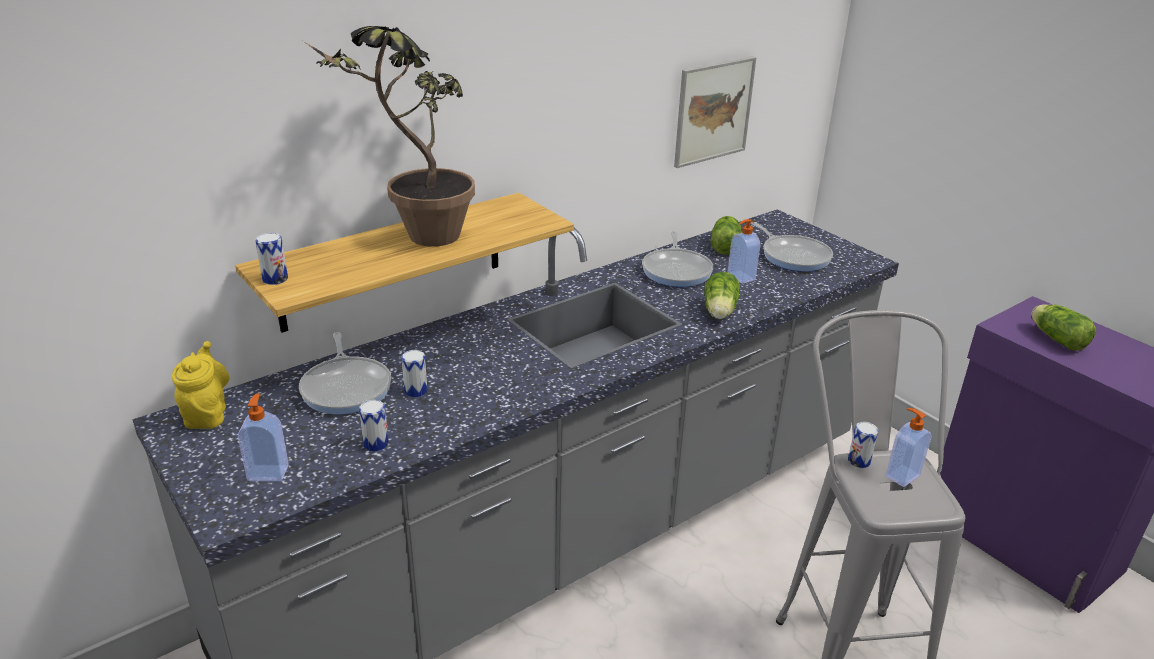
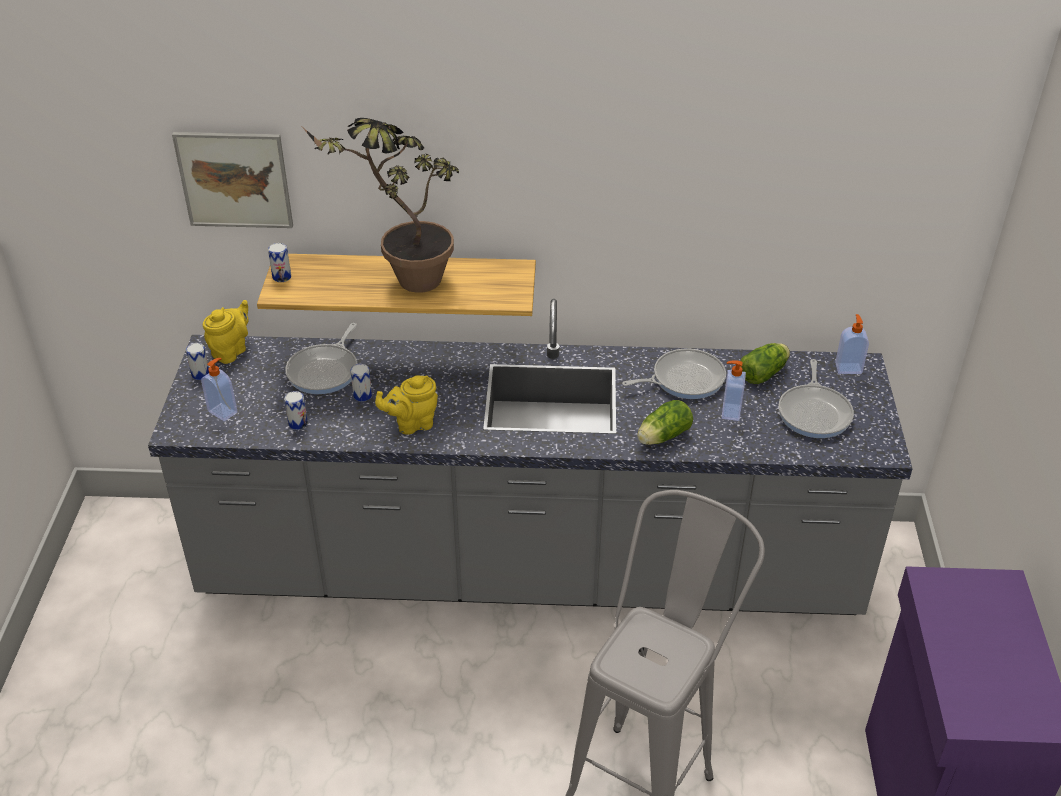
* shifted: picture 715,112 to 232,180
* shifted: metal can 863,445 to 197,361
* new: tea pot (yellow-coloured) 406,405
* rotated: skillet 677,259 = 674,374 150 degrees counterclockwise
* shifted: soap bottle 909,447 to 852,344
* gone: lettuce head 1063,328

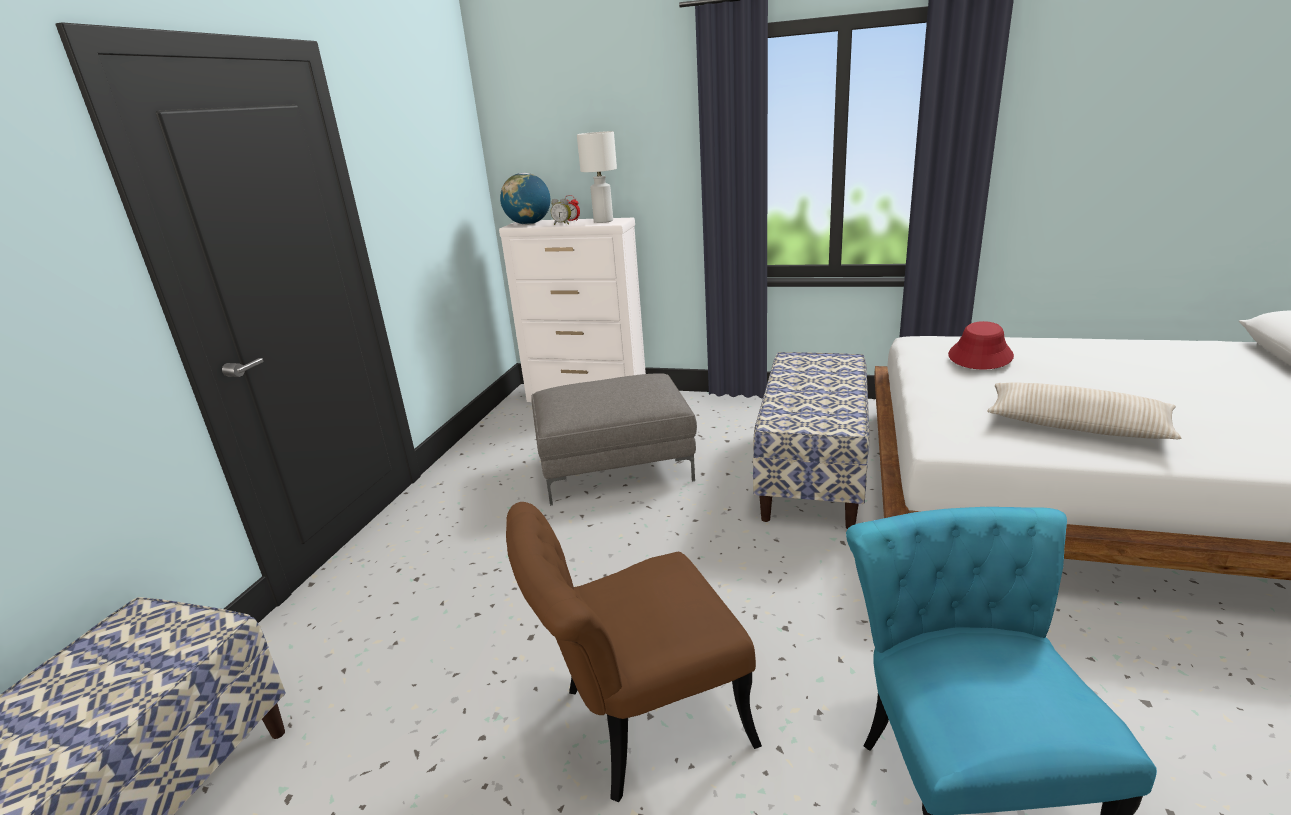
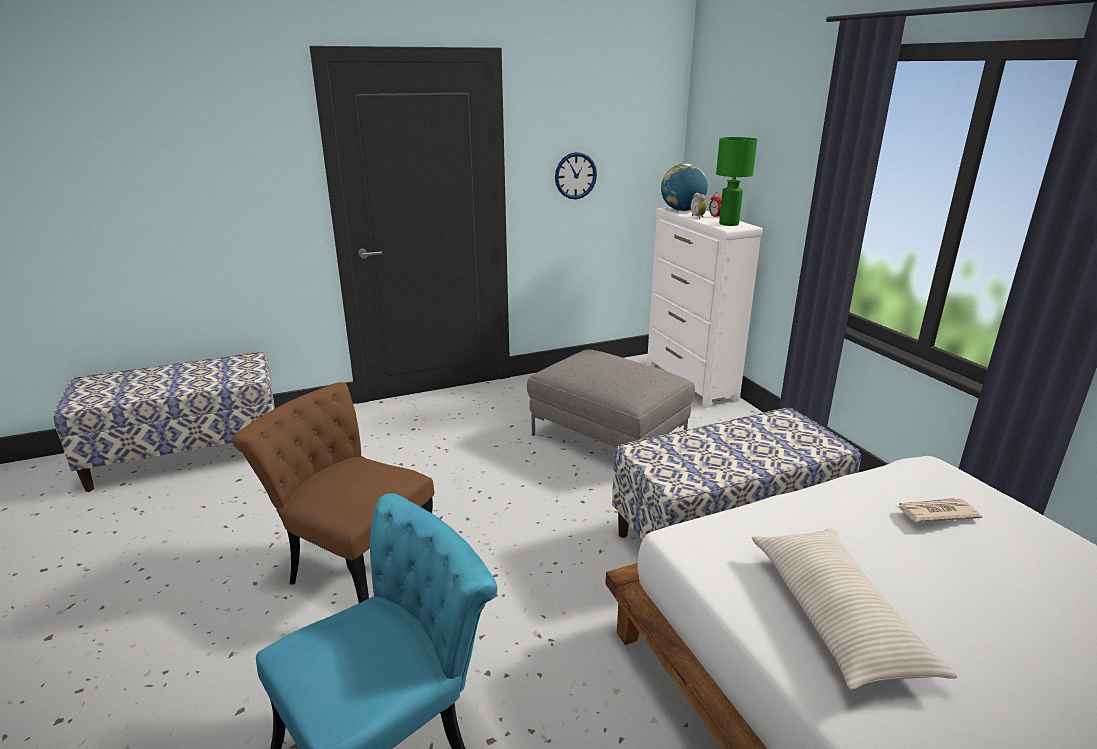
* new: wall clock 576,175
* repainted: lamp for a table (whitish) 597,177 to lamp for a table (green) 736,181
* swapped: wearable hat (reddish) 981,345 to newspaper 938,510

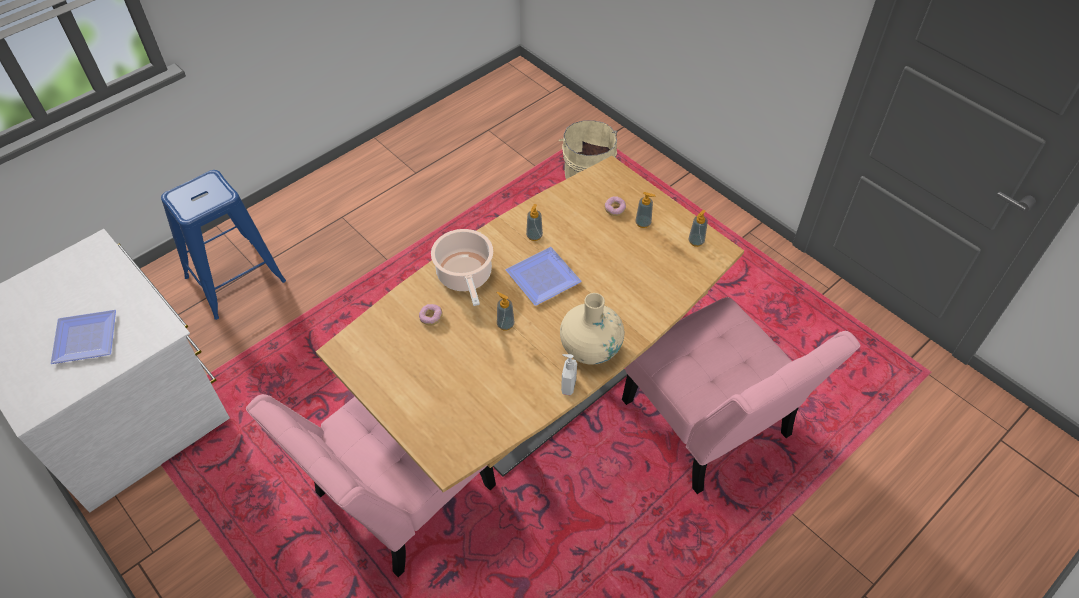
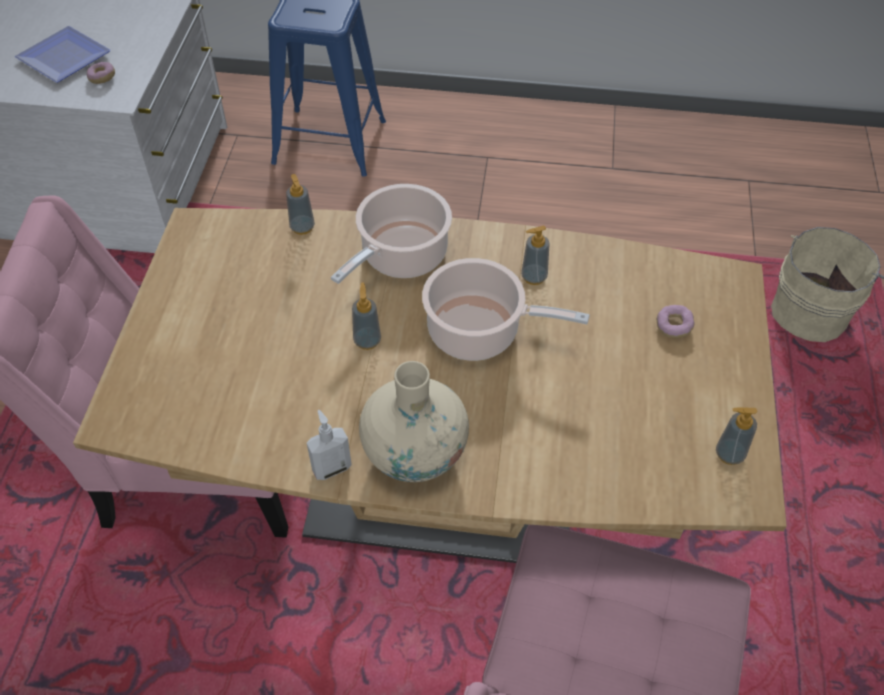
* shifted: donut 431,315 to 101,73
* shifted: soap bottle 645,210 to 300,204
* swapped: dinner plate 544,276 to saucepot 506,309

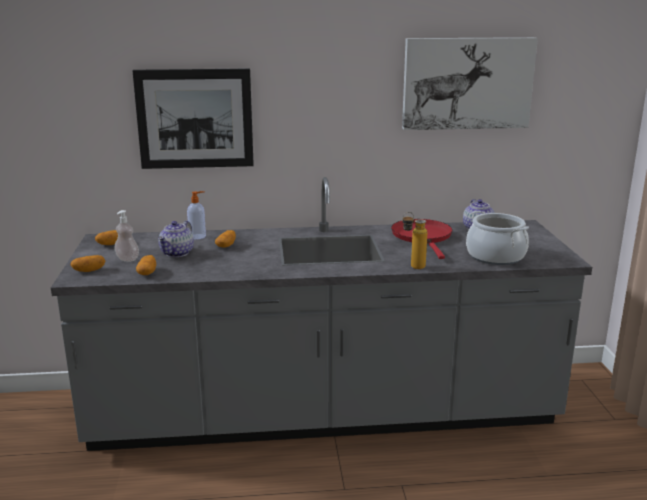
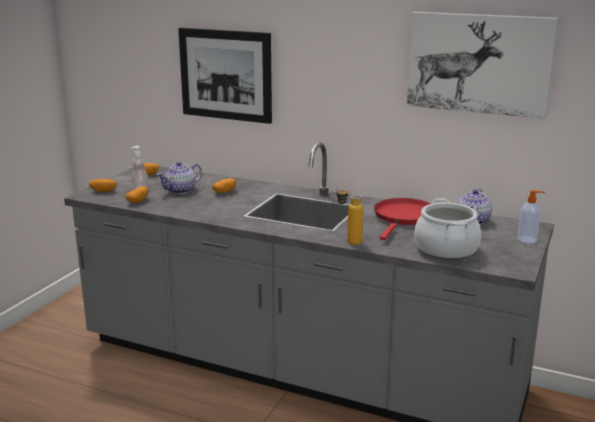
* shifted: soap bottle 196,215 to 531,216

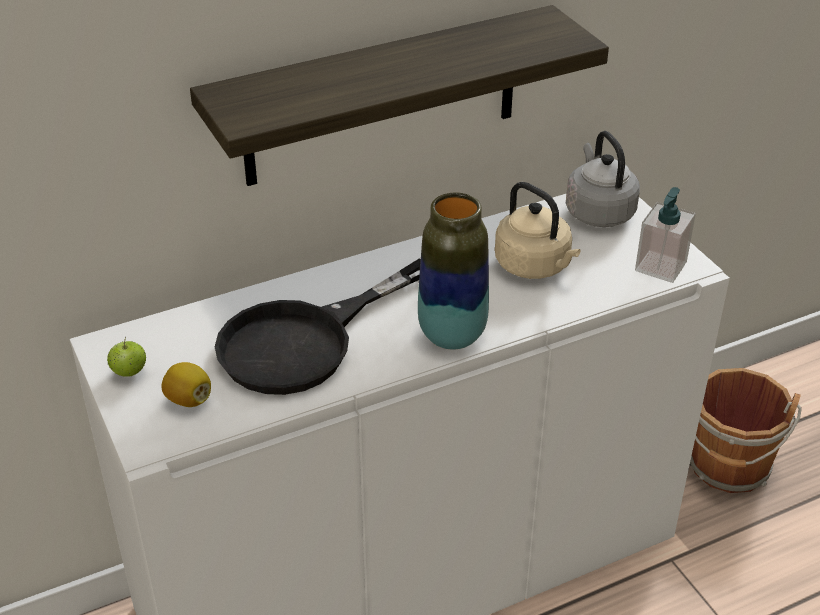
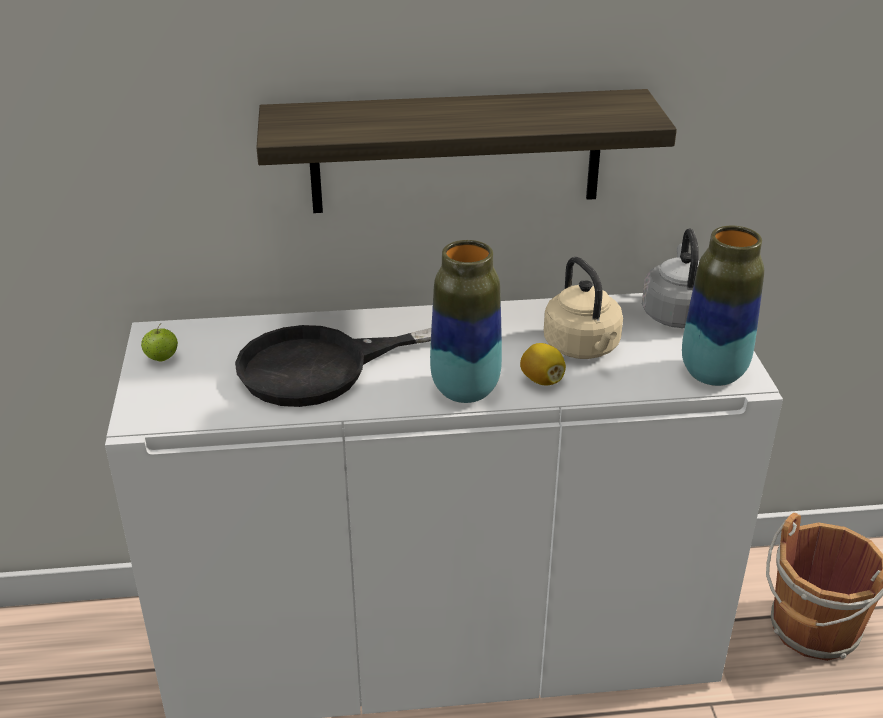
* shifted: lemon 186,384 to 543,364
* swapped: soap bottle 665,235 to vase 723,306

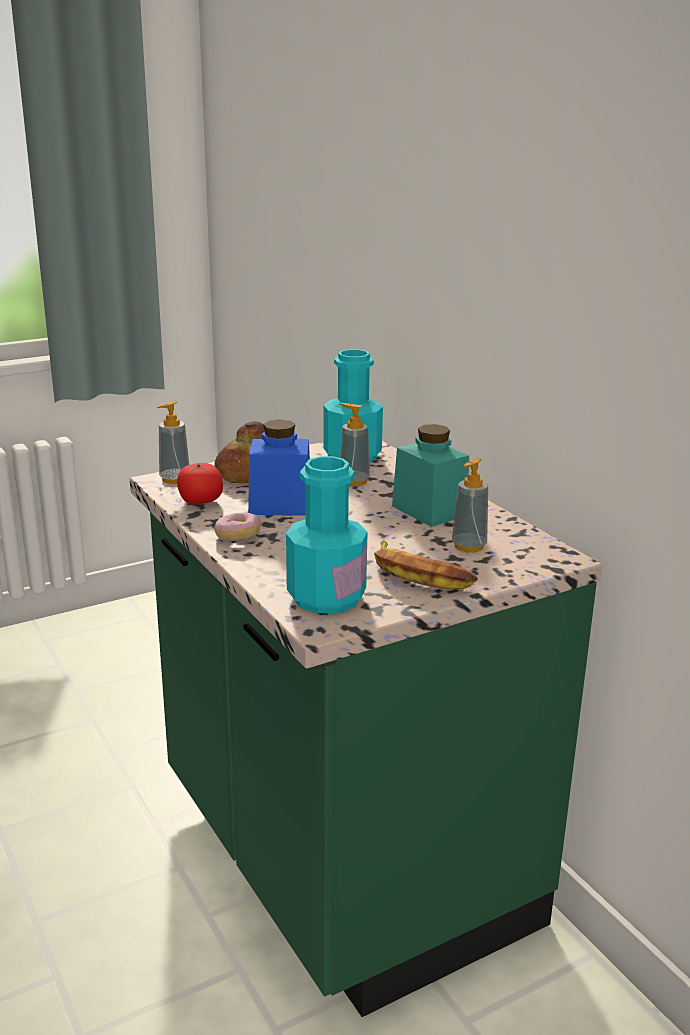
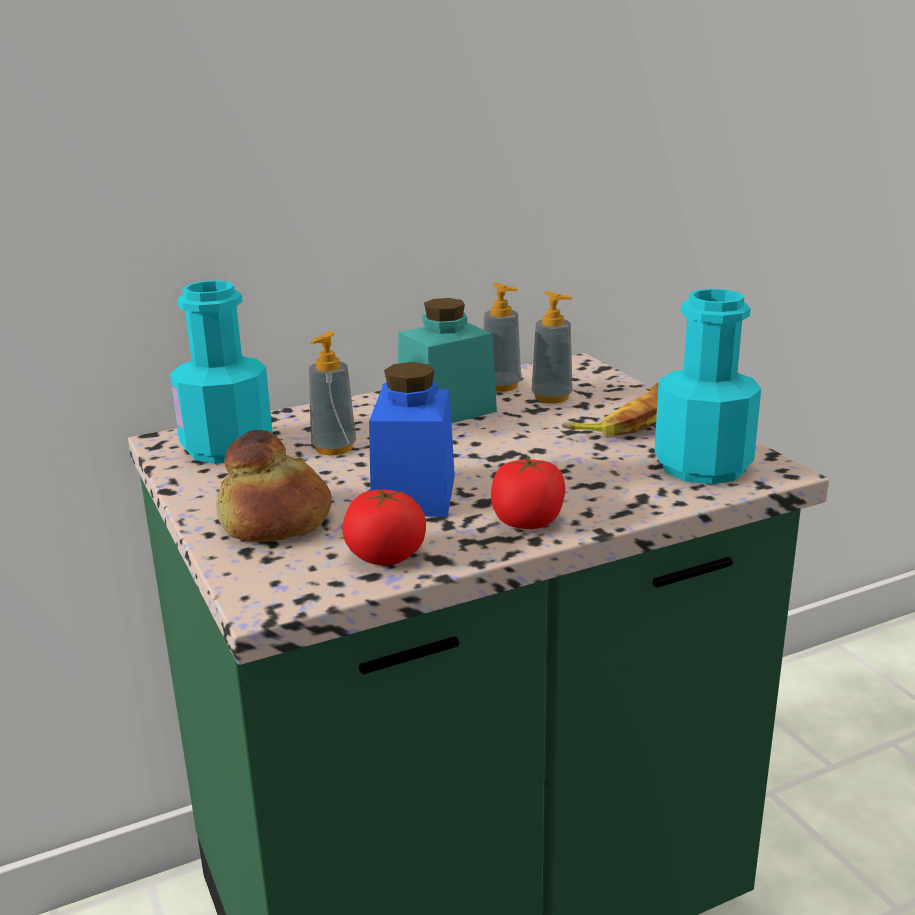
* shifted: soap bottle 173,442 to 502,337
* swapped: donut 238,526 to whole tomato 528,493

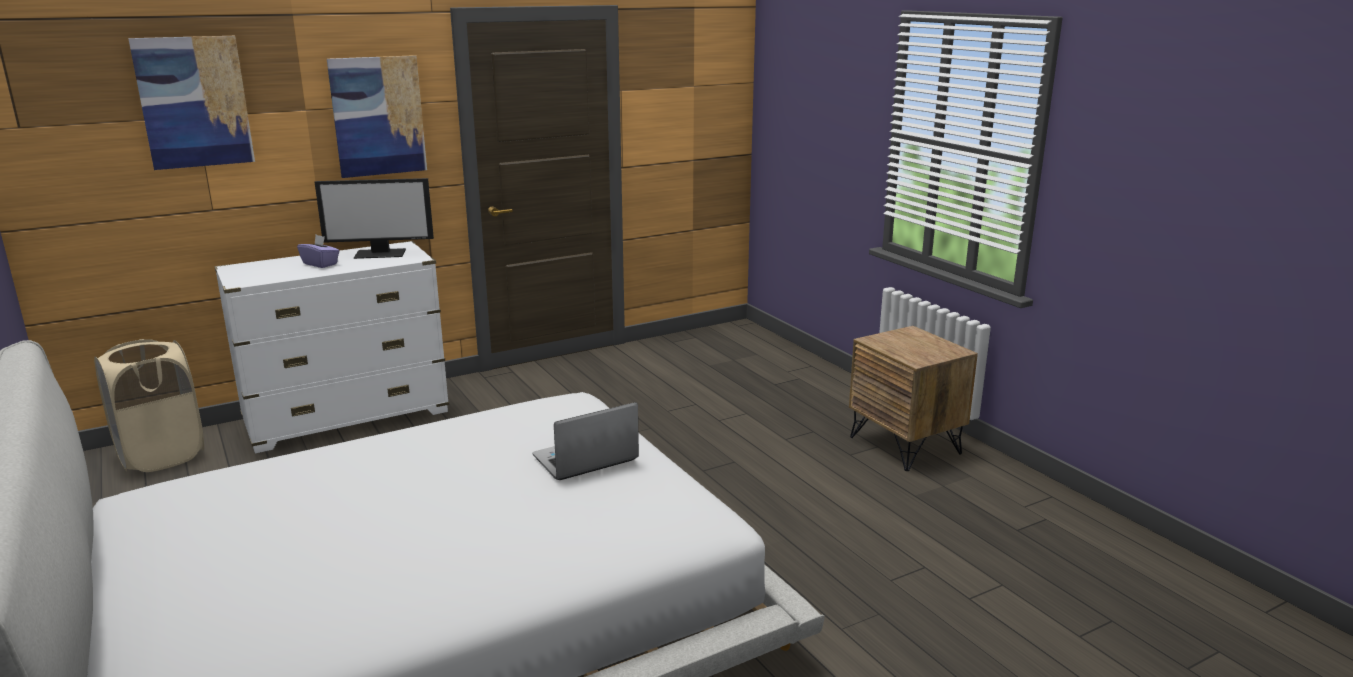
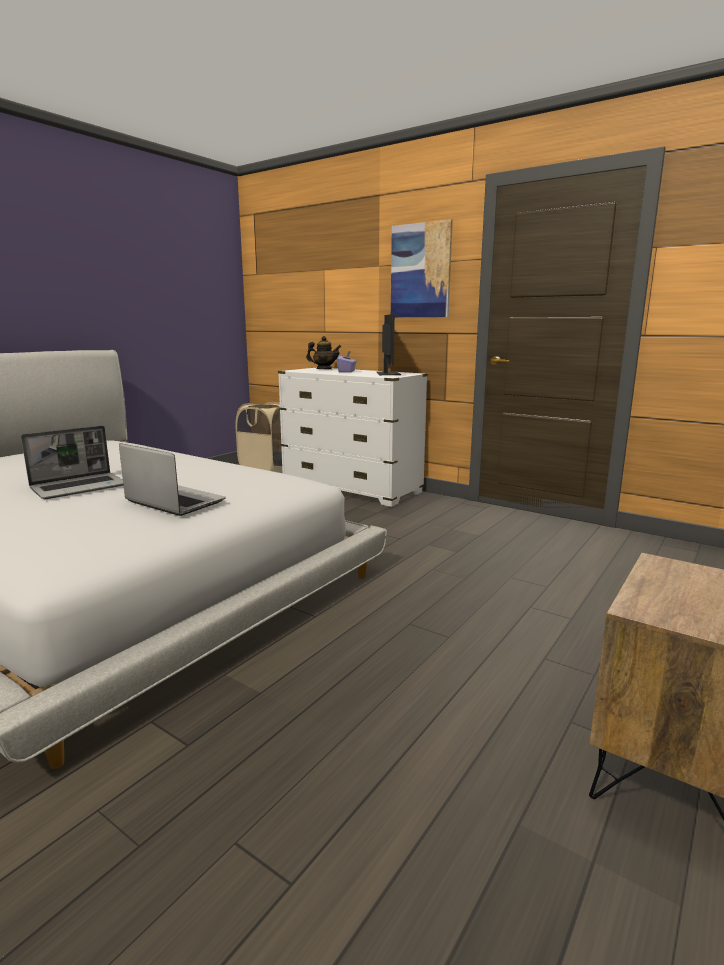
* new: laptop 72,462
* new: tea pot 323,352
* rotated: computer screen 374,218 = 389,344 150 degrees counterclockwise
* gone: picture 191,103

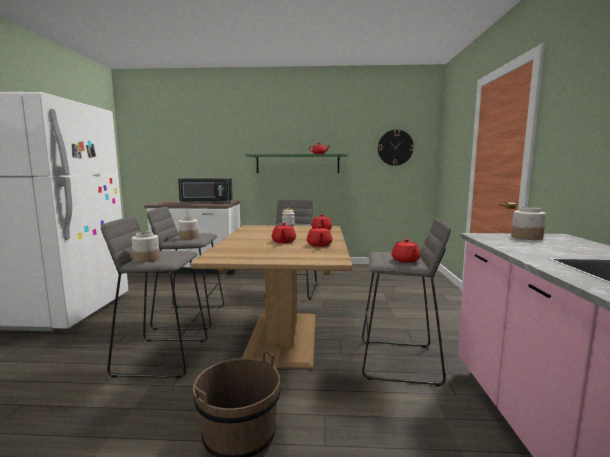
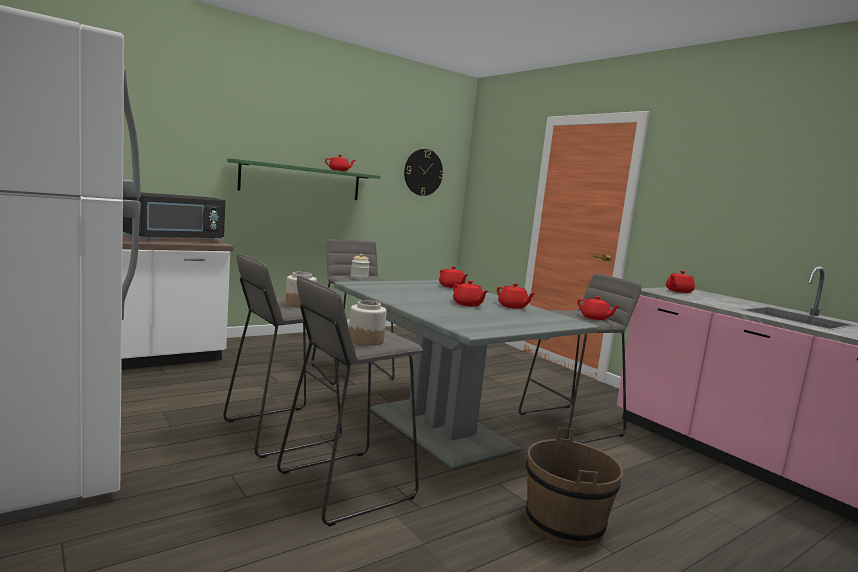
* repainted: kitchen table (brownish) 272,297 to kitchen table (greyish) 466,374
* swapped: preserve jar 528,223 to tea pot (reddish) 680,282

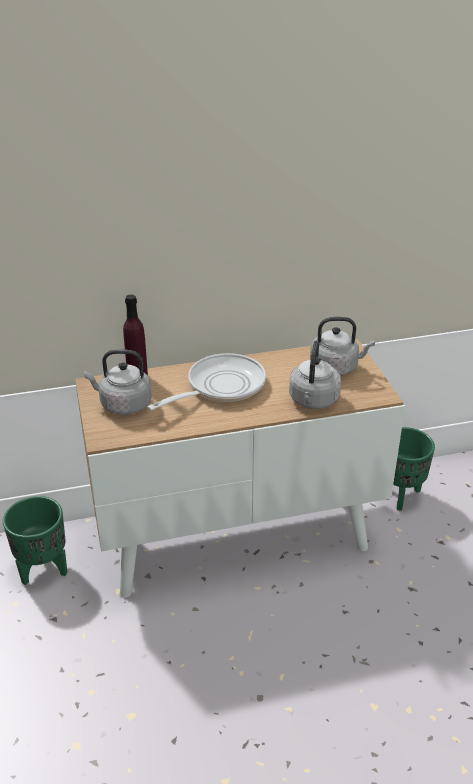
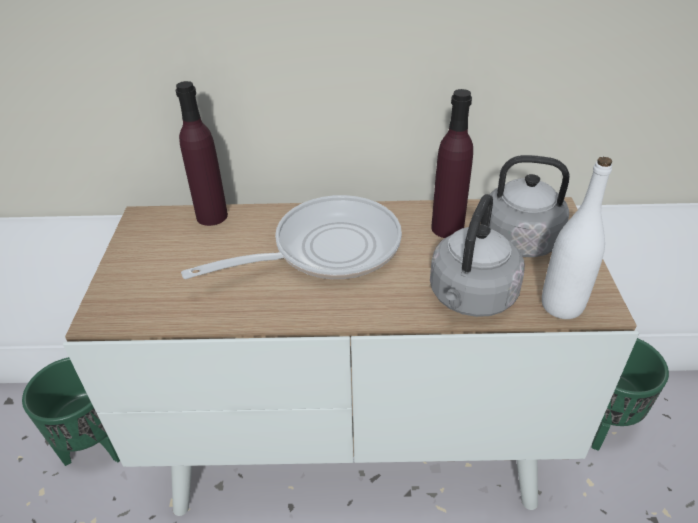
* new: bottle (purplish) 452,163
* new: bottle (whitish) 577,238
* gone: tea kettle (greyish) 117,382

